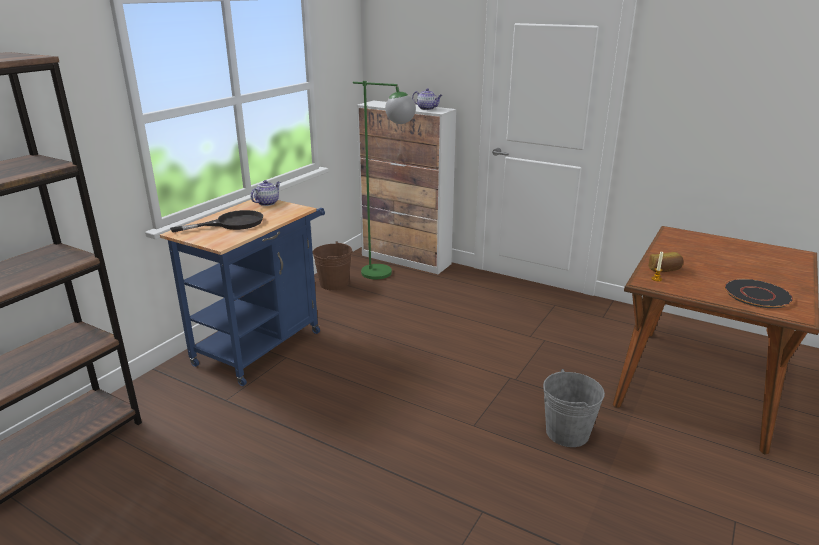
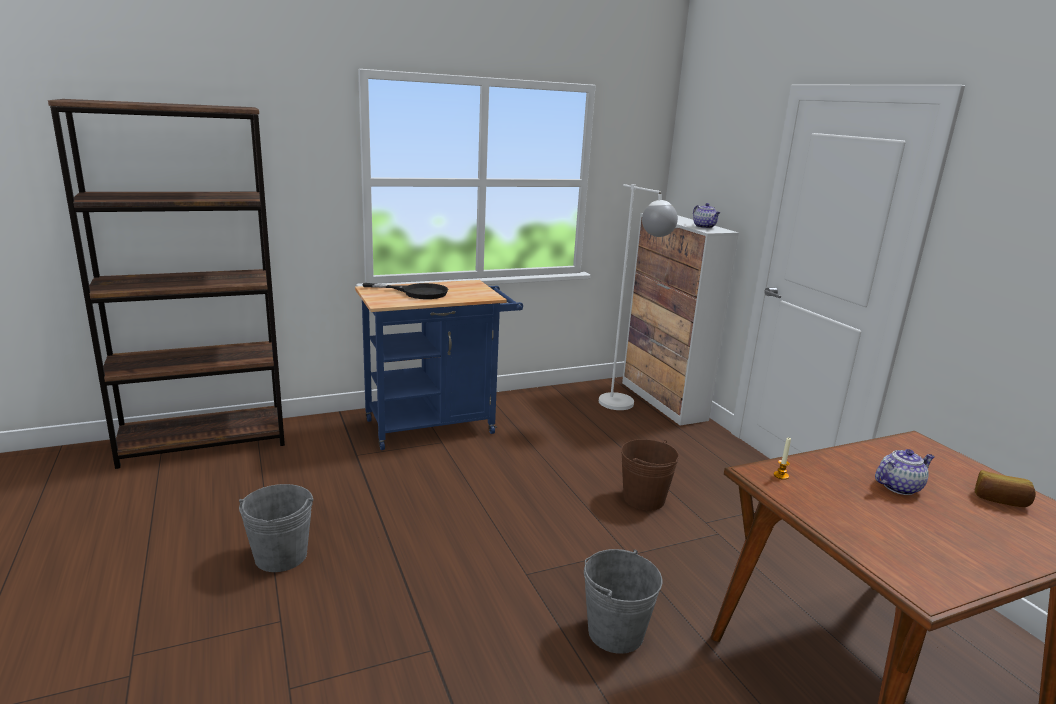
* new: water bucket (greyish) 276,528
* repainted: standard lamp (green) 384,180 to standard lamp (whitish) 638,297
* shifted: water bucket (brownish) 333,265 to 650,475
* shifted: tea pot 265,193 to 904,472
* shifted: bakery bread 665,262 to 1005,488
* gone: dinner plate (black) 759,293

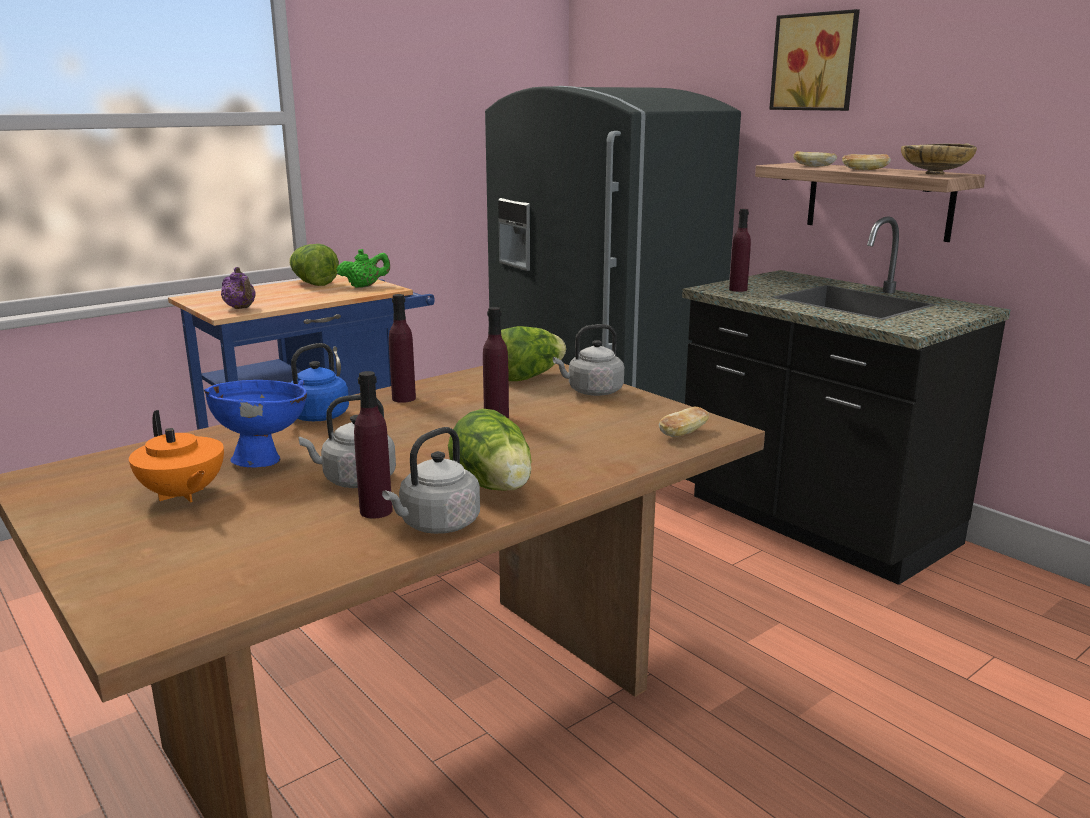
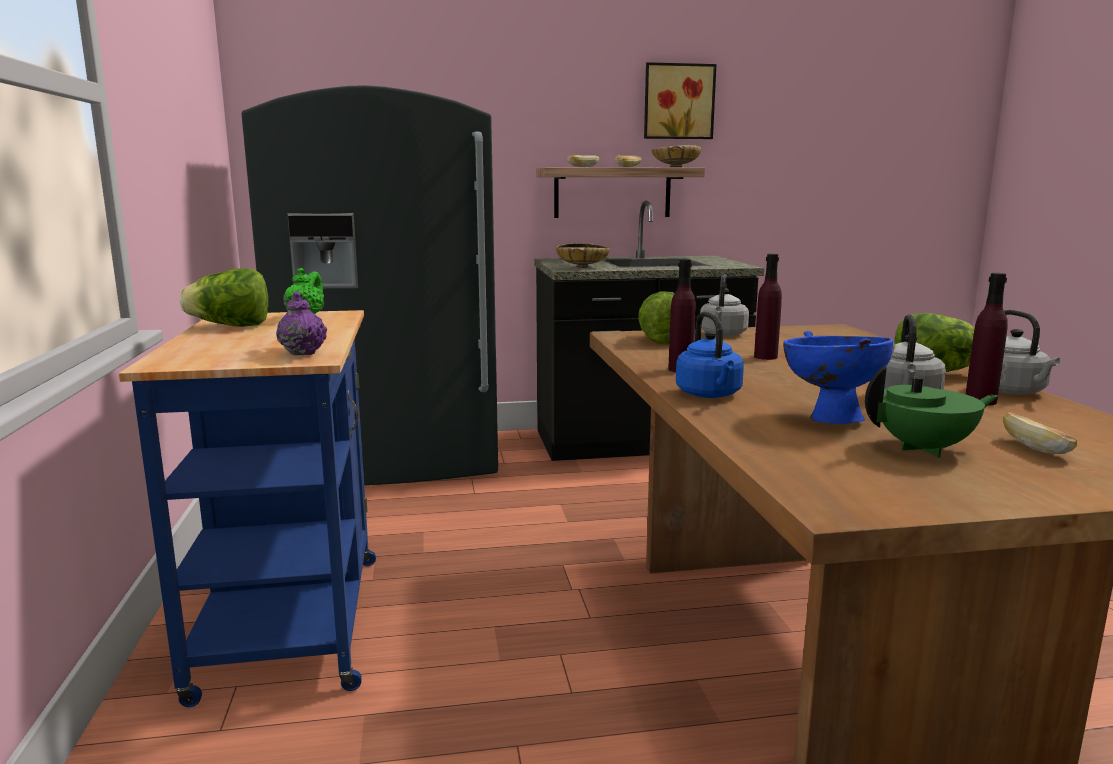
* rotated: tea pot (purplish) 238,288 = 301,323 105 degrees counterclockwise
* swapped: bottle (purplish) 740,250 to serving bowl (beige-coloured) 583,255
* shifted: picture 814,60 to 680,100
* repainted: tea pot (orange-coloured) 176,456 to tea pot (green) 931,411
* shifted: bakery bread 683,422 to 1040,433

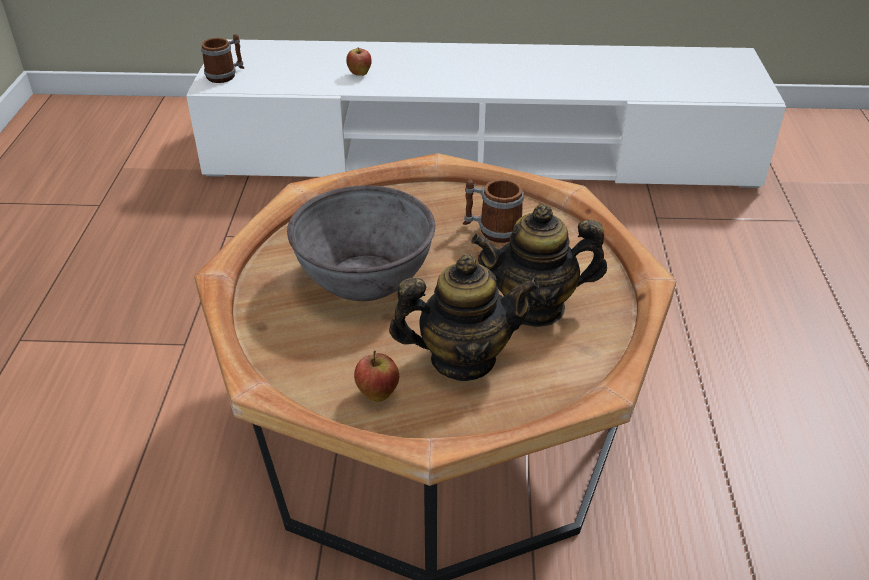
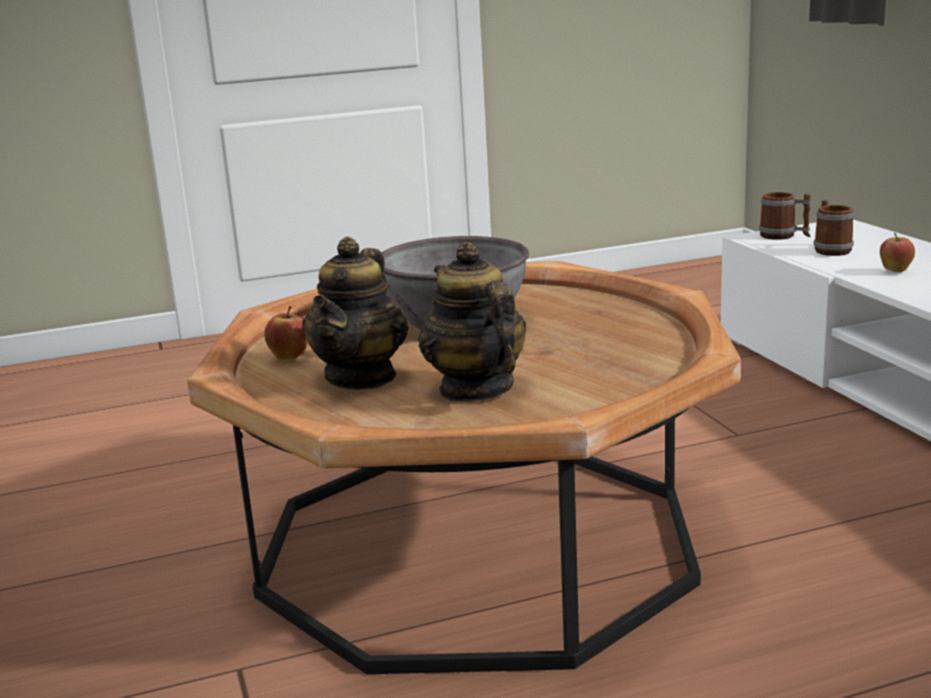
* rotated: tea pot 464,317 = 355,313 45 degrees clockwise
* shifted: coffee mug 493,211 to 834,228

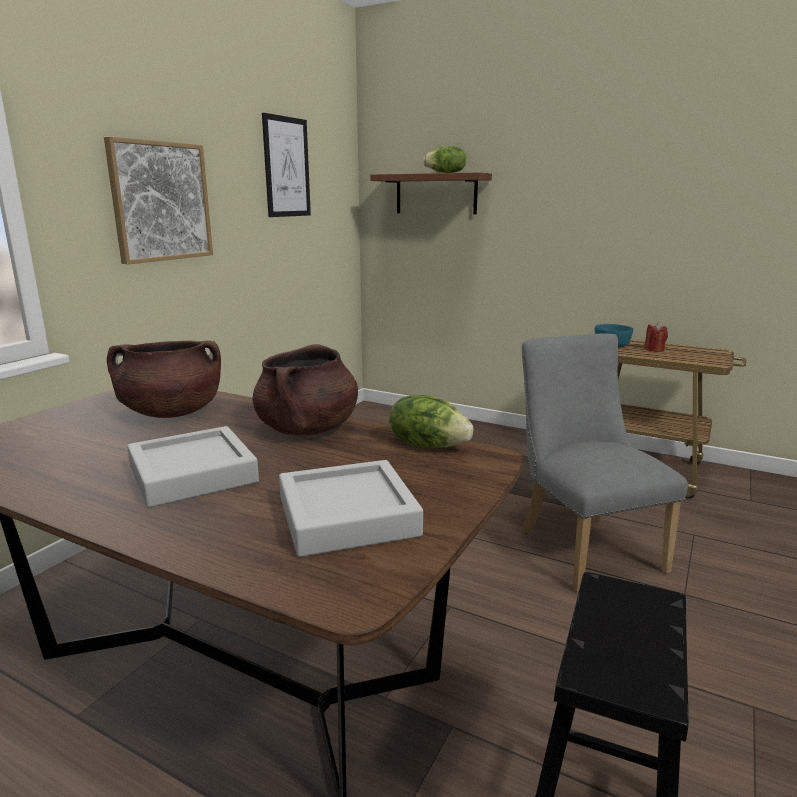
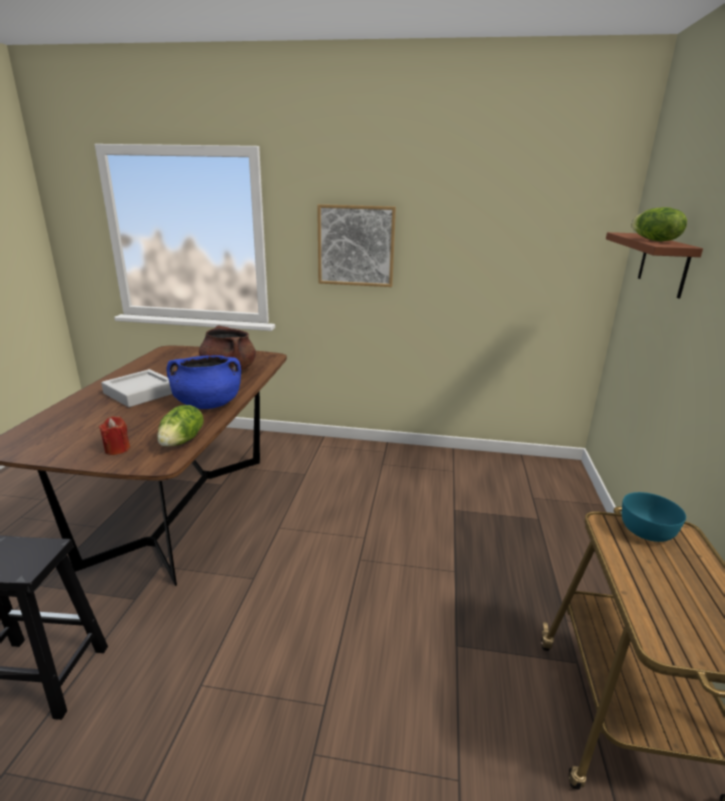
* shifted: wax light (reddish) 656,337 to 114,435
* repainted: saucepot (brownish) 305,389 to saucepot (blue-coloured) 204,382
* gone: picture 286,165
* gone: serving tray (greyish) 351,508
* gone: upright chair (greyish) 605,462

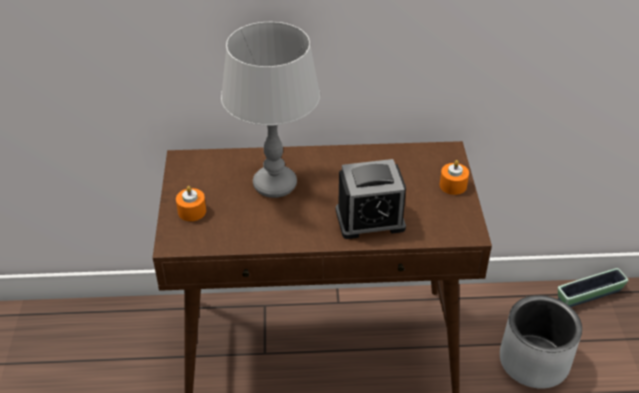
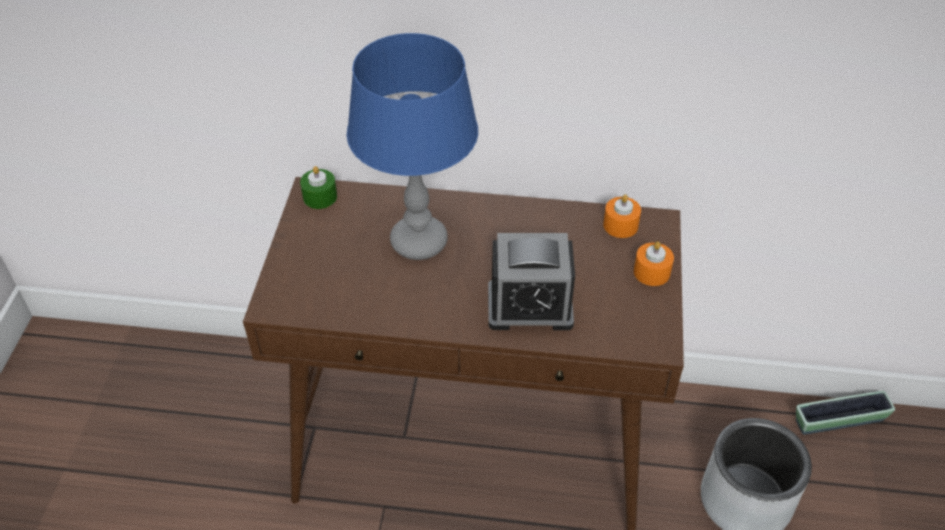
* new: wax light (green) 318,187
* repainted: lamp for a table (greyish) 270,110 to lamp for a table (blue-coloured) 412,146
* shifted: wax light (orange-coloured) 191,203 to 622,216

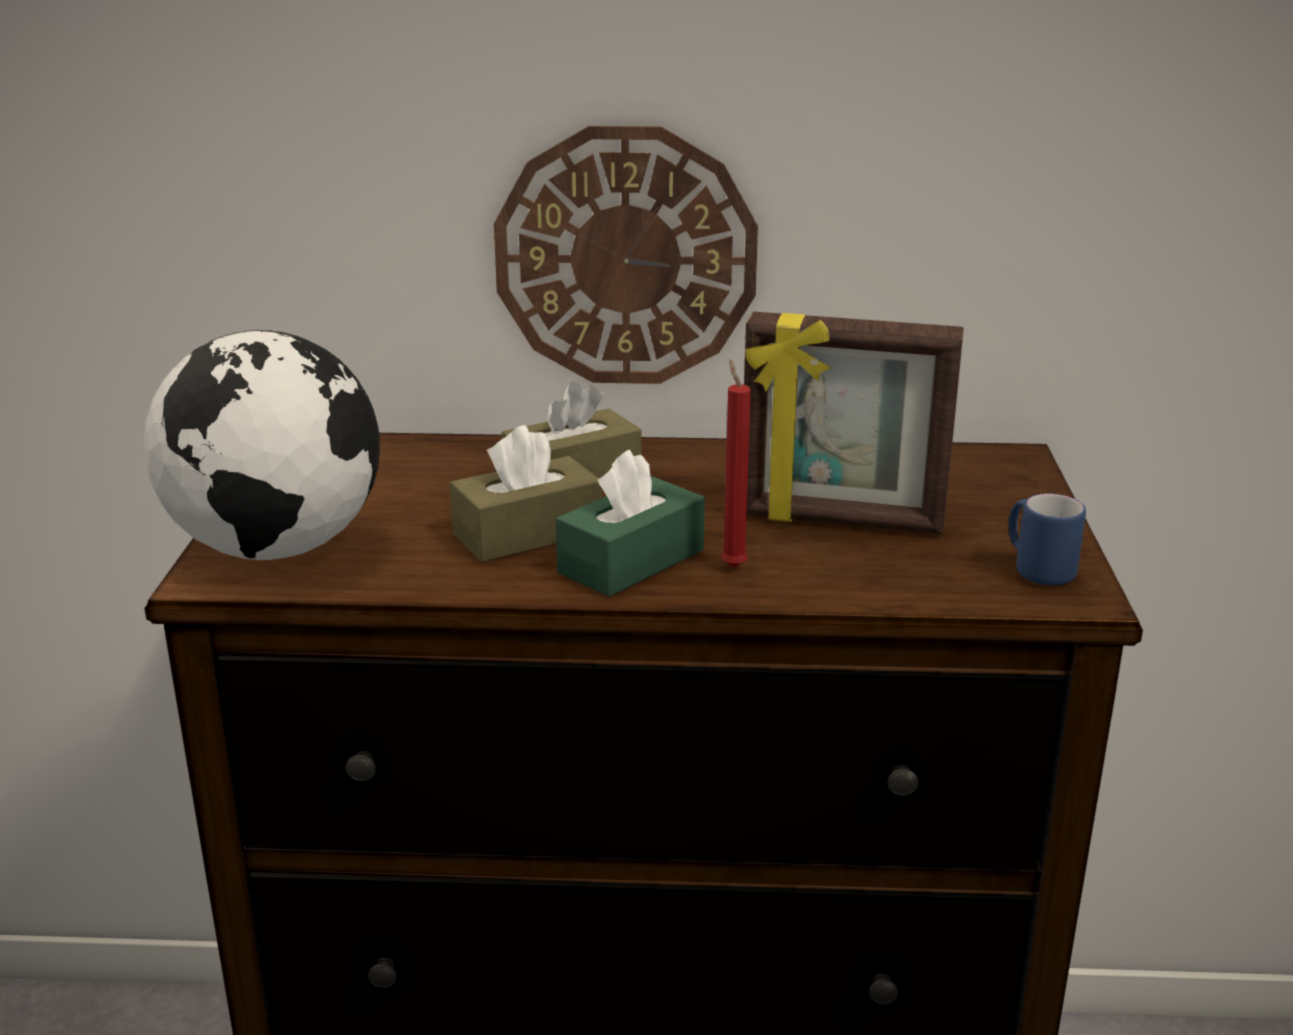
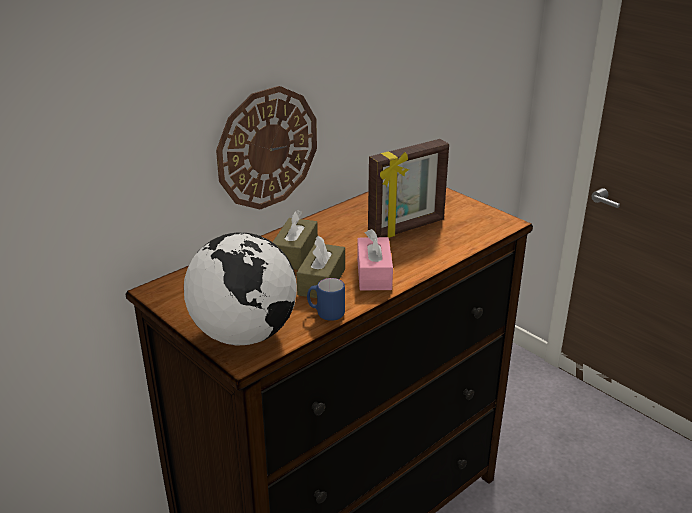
* shifted: coffee mug (blue-coloured) 1047,539 to 326,299
* repainted: tissue holder (green) 630,523 to tissue holder (pink) 375,260
* gone: wax light (reddish) 736,463

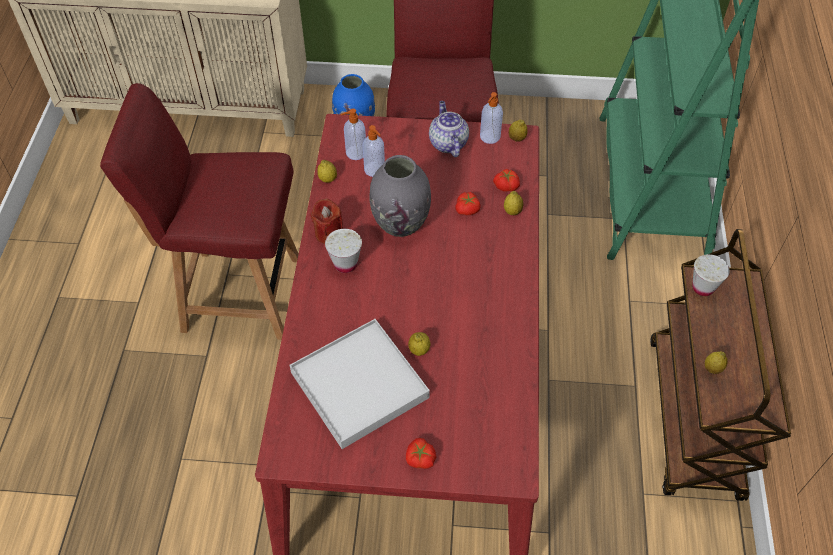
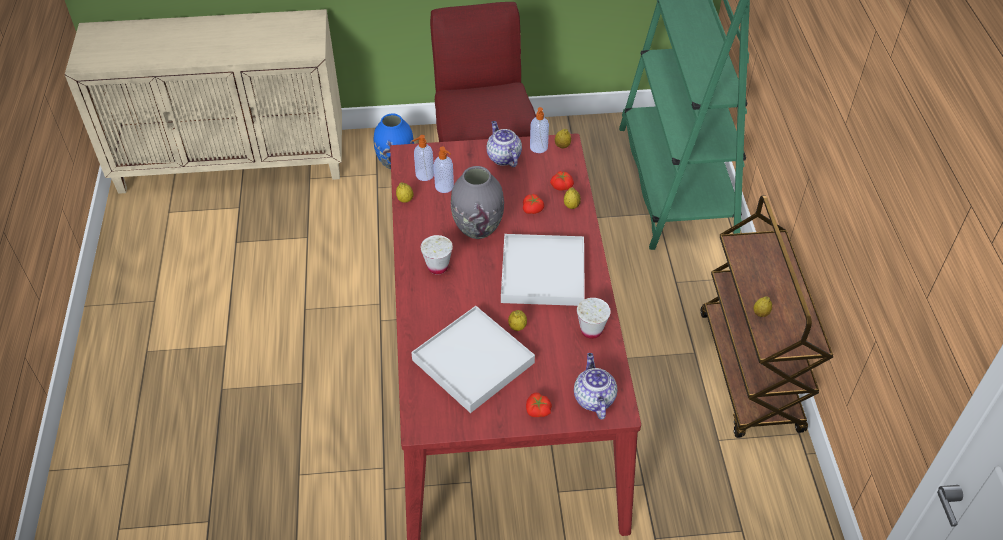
* new: serving tray (whitish) 543,270
* new: tea pot 595,386
* shifted: small cup (whitish) 711,275 to 594,318
* gone: upright chair (reddish) 199,211
* gone: wax light (reddish) 326,221

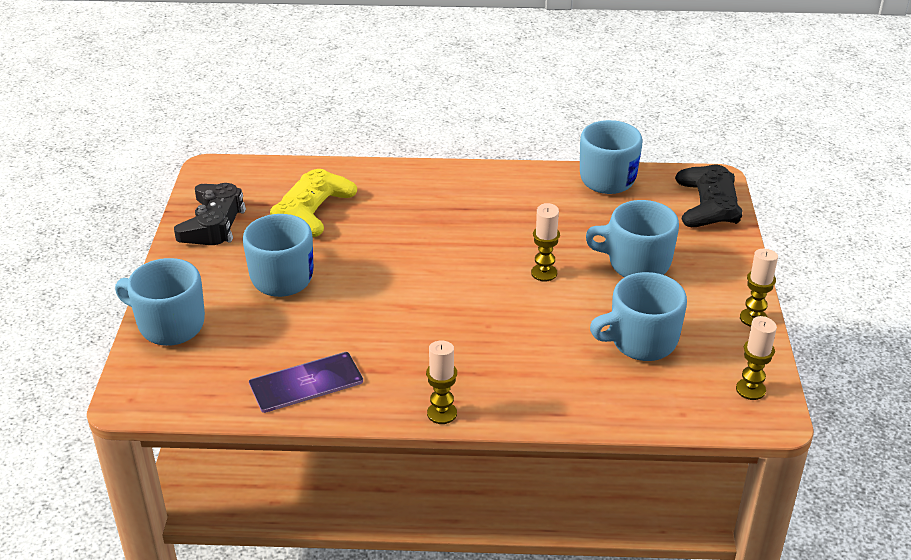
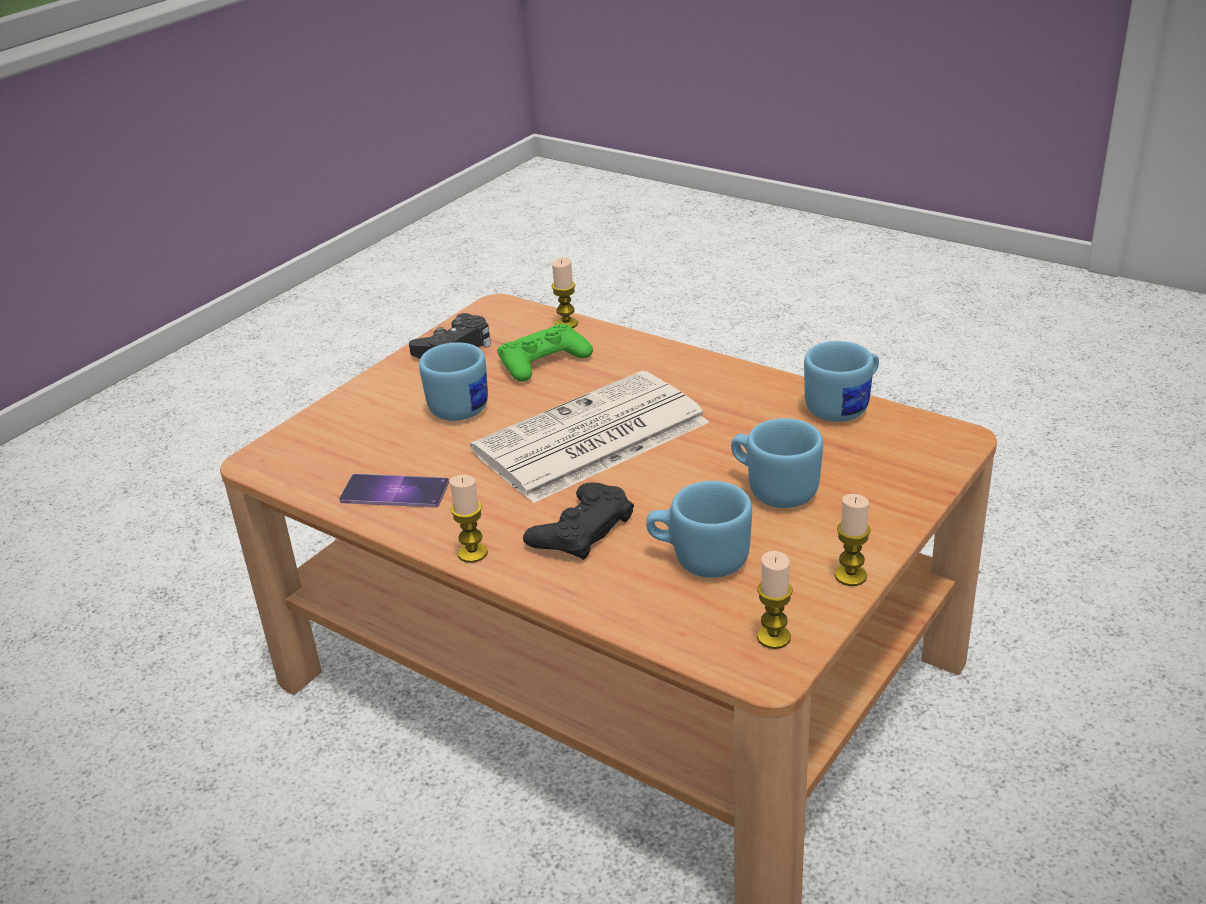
* new: newspaper 589,437
* repainted: game controller (yellow-coloured) 313,203 to game controller (green) 545,352
* shifted: game controller (black) 708,195 to 578,521
* shifted: wax light 545,242 to 565,292
* gone: coffee mug (blue-coloured) 160,302

